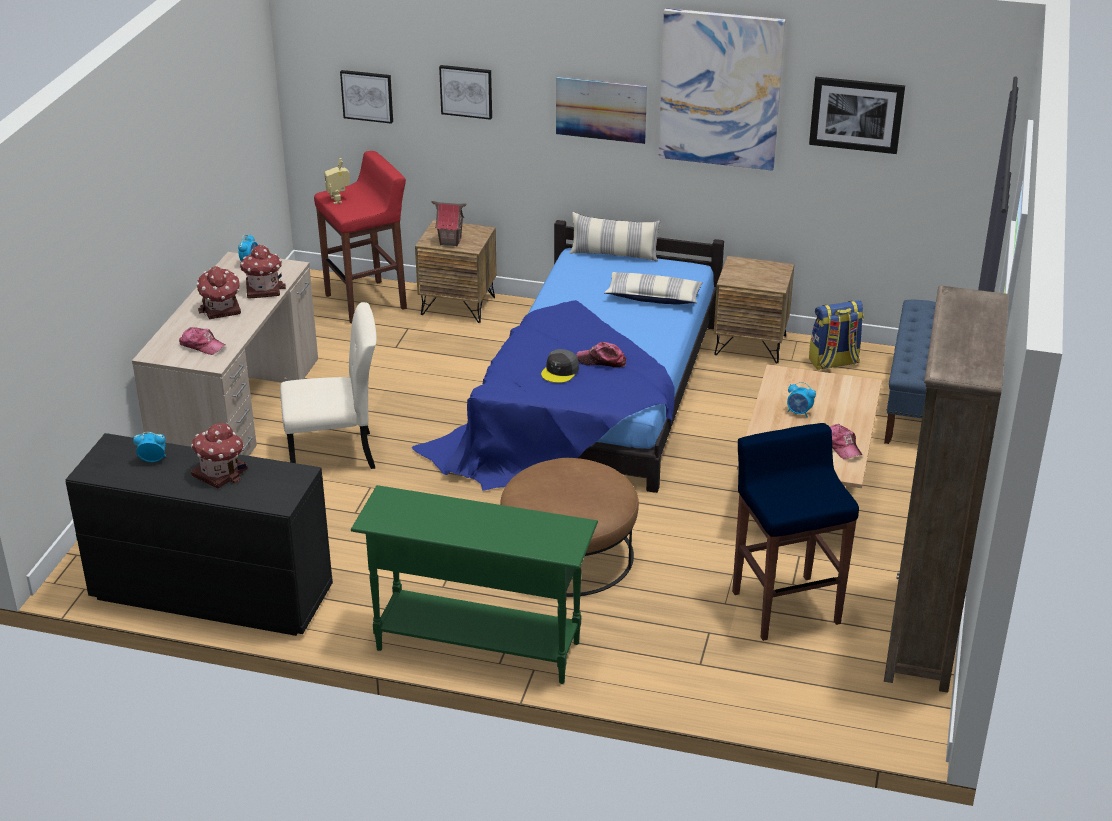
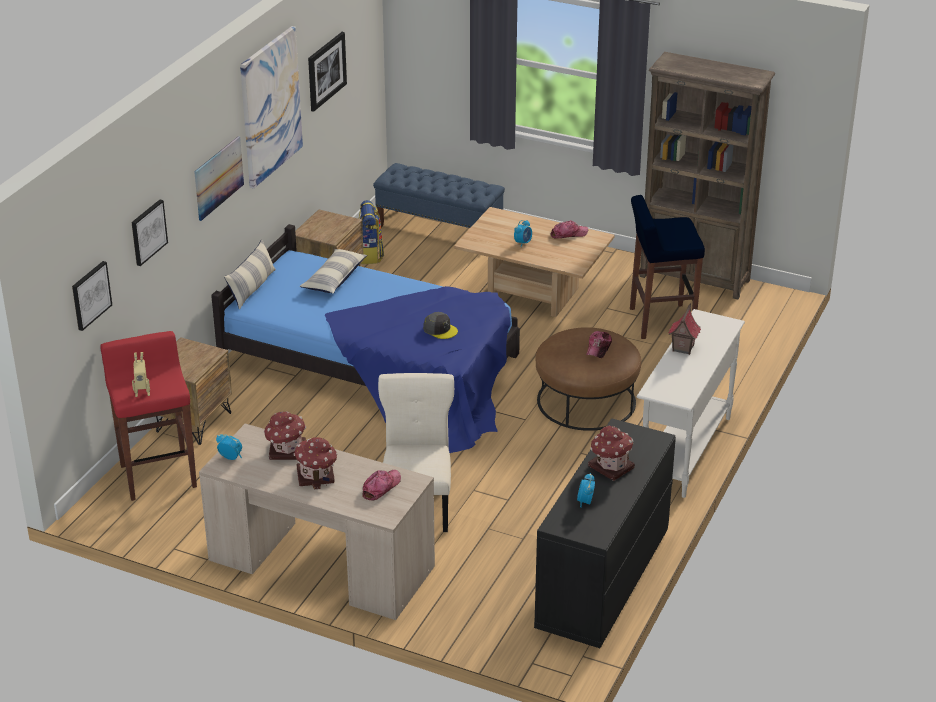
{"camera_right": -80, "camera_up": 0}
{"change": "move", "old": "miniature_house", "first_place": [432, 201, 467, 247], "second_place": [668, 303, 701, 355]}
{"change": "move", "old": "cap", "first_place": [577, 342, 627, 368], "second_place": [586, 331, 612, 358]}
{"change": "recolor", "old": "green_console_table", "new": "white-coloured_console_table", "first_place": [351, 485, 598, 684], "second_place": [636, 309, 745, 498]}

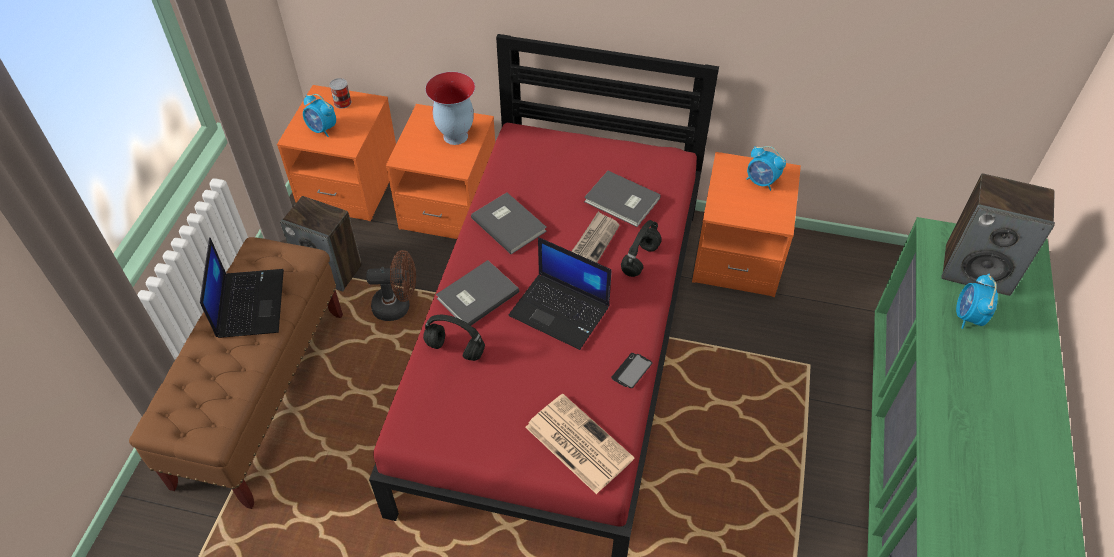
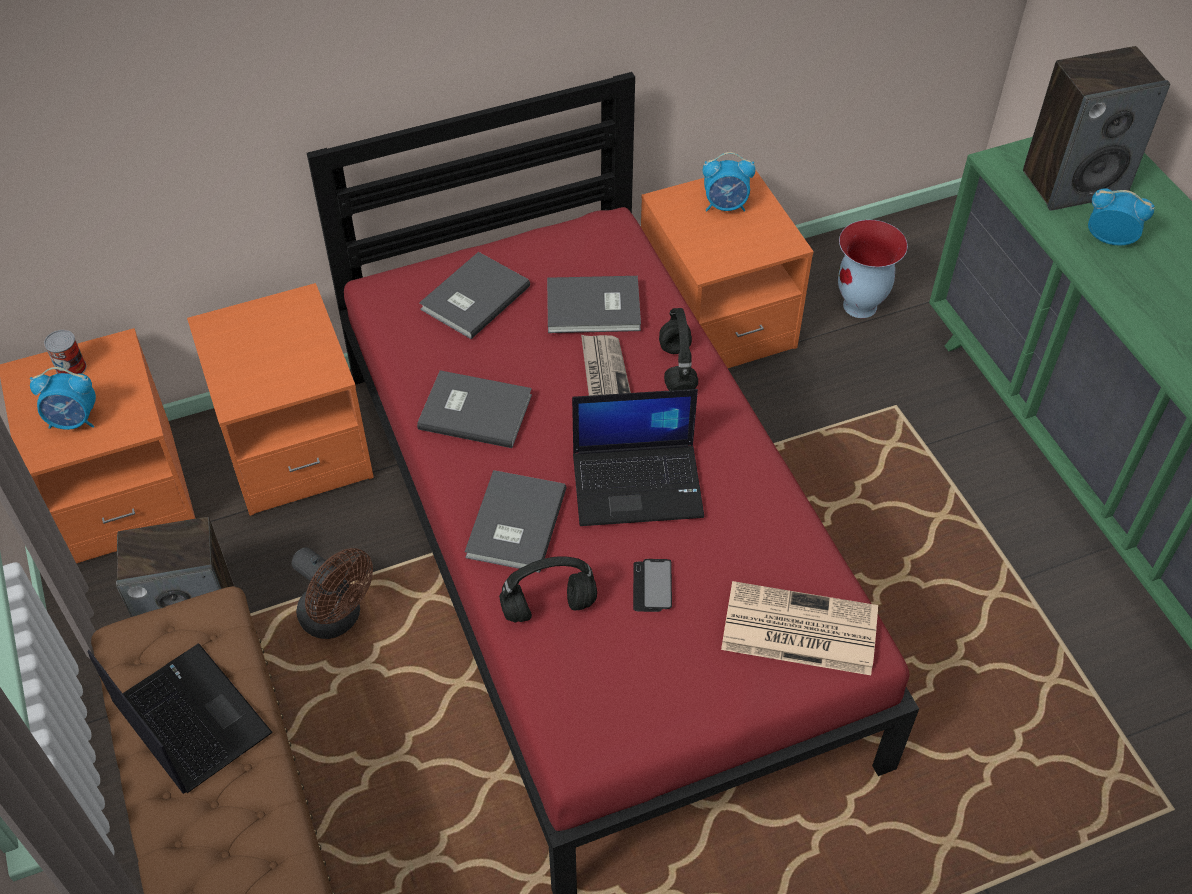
{"camera_right": -35, "camera_up": 0}
{"change": "insert", "new": "greyish_book", "second_place": [419, 252, 530, 339]}
{"change": "move", "old": "vase", "first_place": [425, 72, 475, 145], "second_place": [838, 220, 908, 318]}
{"change": "move", "old": "phone", "first_place": [611, 353, 652, 388], "second_place": [633, 559, 672, 612]}
{"change": "rotate", "old": "brown-coloured_fan", "first_place": [366, 250, 416, 321], "second_place": [291, 547, 373, 639], "degrees": 75}
{"change": "rotate", "old": "bedside_clock", "first_place": [956, 274, 998, 329], "second_place": [1088, 188, 1154, 246], "degrees": 135}

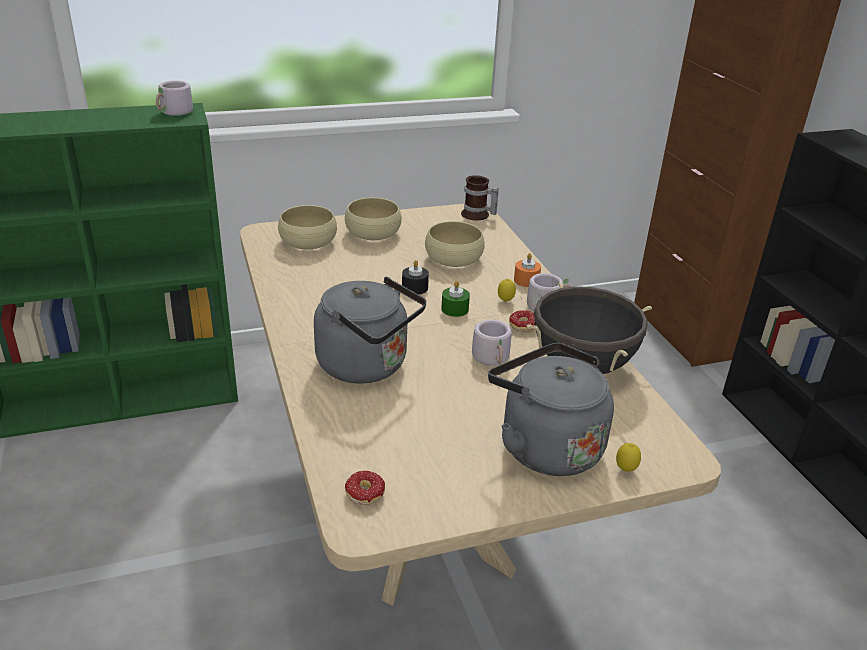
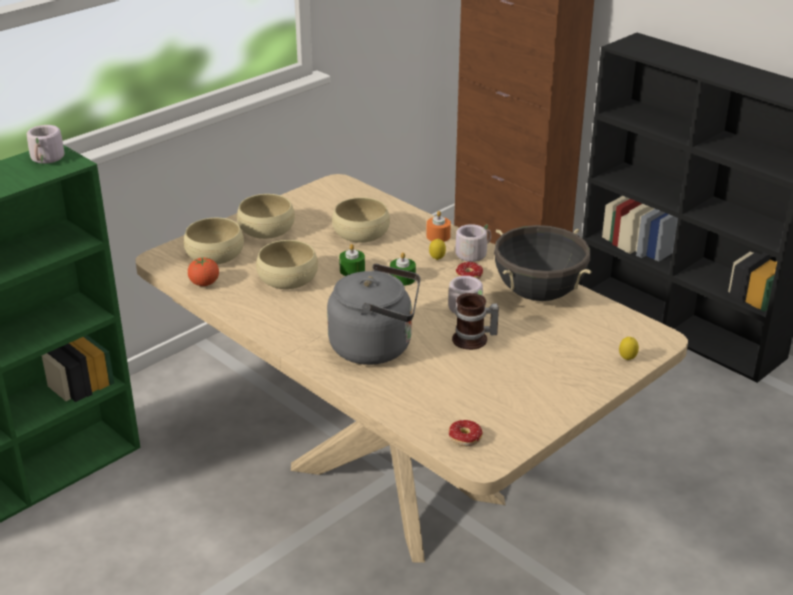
{"camera_right": -25, "camera_up": 0}
{"change": "delete", "old": "greyish_water_kettle", "first_place": [488, 343, 614, 476]}
{"change": "insert", "new": "tomato", "second_place": [188, 257, 219, 286]}
{"change": "insert", "new": "sand-coloured_bowl", "second_place": [256, 240, 318, 289]}
{"change": "move", "old": "mug", "first_place": [461, 175, 499, 221], "second_place": [452, 293, 499, 350]}
{"change": "recolor", "old": "black-coloured_wax_candle", "new": "green_wax_candle", "first_place": [402, 260, 429, 295], "second_place": [339, 244, 365, 276]}

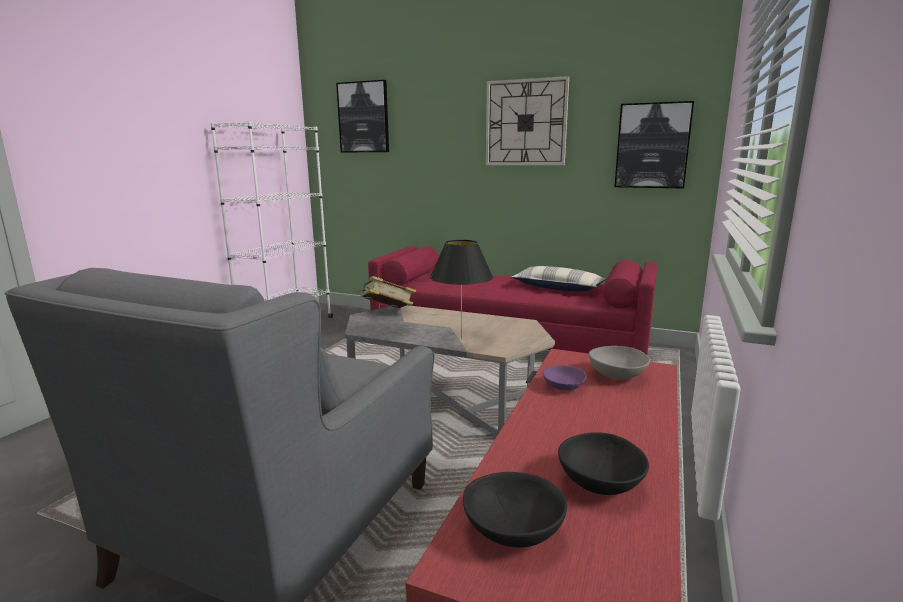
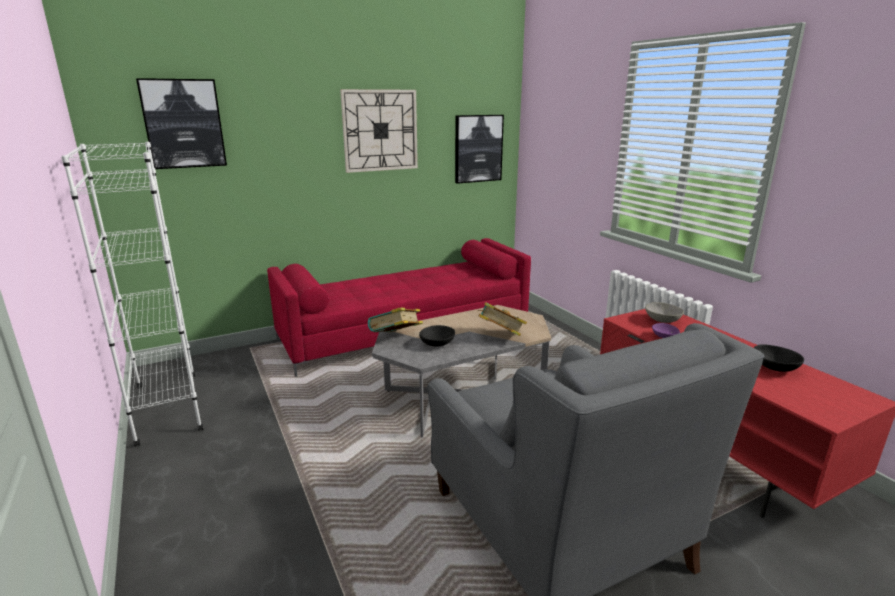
{"camera_right": -50, "camera_up": 5}
{"change": "delete", "old": "cushion", "first_place": [511, 266, 606, 292]}
{"change": "move", "old": "black-coloured_bowl", "first_place": [463, 472, 567, 547], "second_place": [419, 325, 455, 346]}
{"change": "replace", "old": "black-coloured_tabletop_lamp", "new": "book", "first_place": [430, 240, 493, 340], "second_place": [478, 302, 527, 336]}

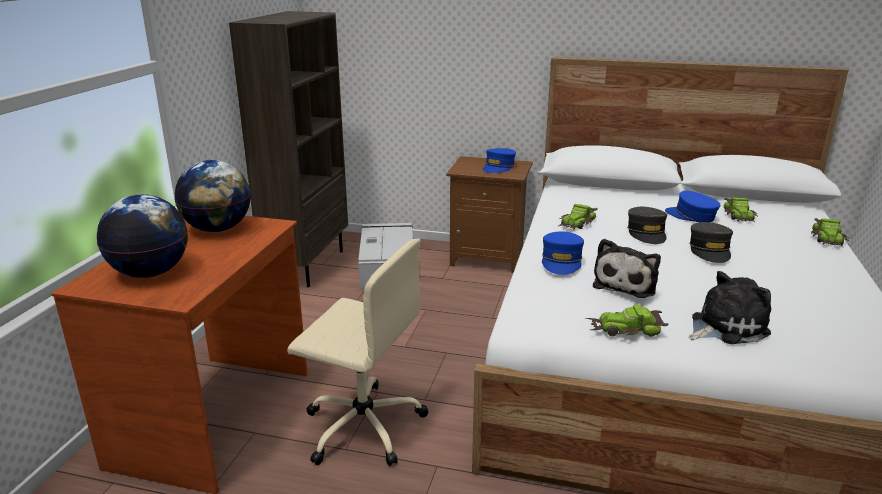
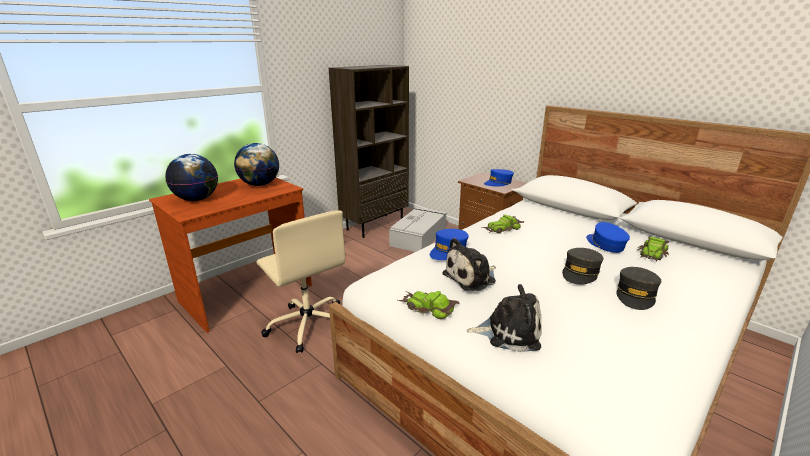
{"camera_right": 30, "camera_up": 0}
{"change": "delete", "old": "miniature_car", "first_place": [811, 218, 849, 247]}
{"change": "move", "old": "greyish_cap", "first_place": [627, 207, 667, 244], "second_place": [616, 267, 661, 310]}

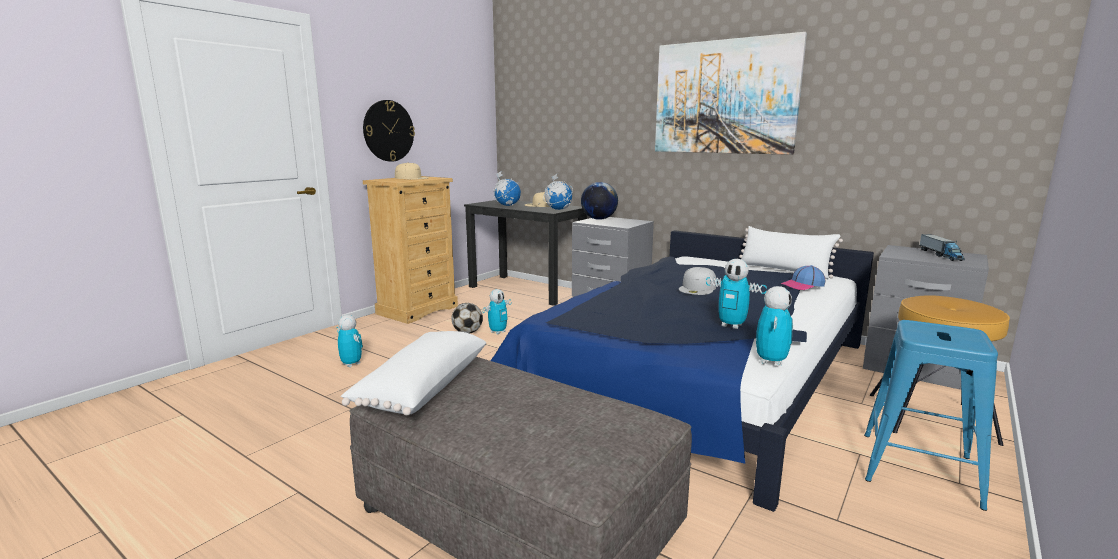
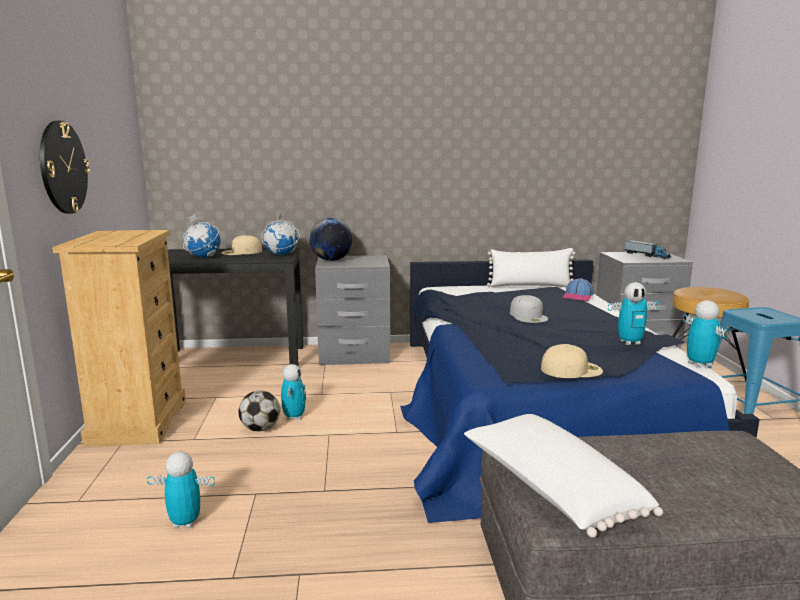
{"camera_right": -40, "camera_up": 0}
{"change": "delete", "old": "wall_art", "first_place": [655, 32, 807, 155]}
{"change": "move", "old": "sand-coloured_cap", "first_place": [395, 162, 429, 180], "second_place": [541, 344, 603, 378]}

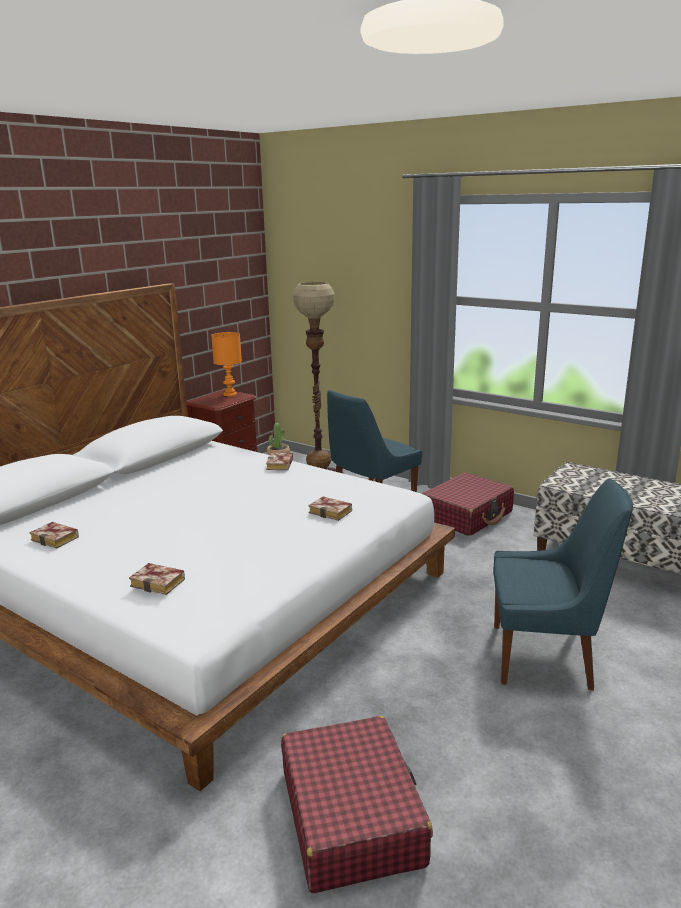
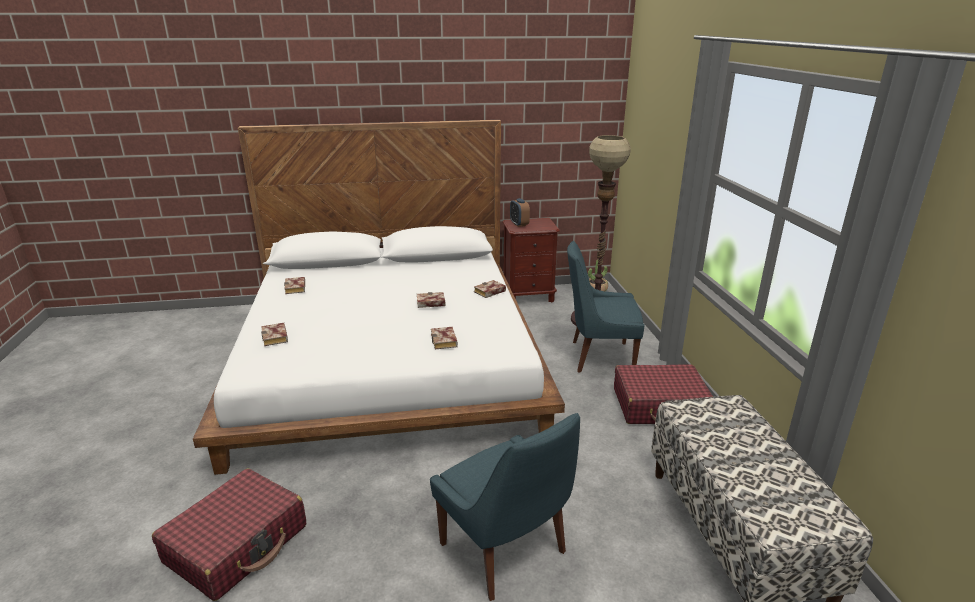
{"camera_right": 45, "camera_up": 5}
{"change": "delete", "old": "orange_tabletop_lamp", "first_place": [211, 332, 242, 396]}
{"change": "insert", "new": "book", "second_place": [417, 292, 446, 308]}
{"change": "insert", "new": "bedside_clock", "second_place": [510, 198, 530, 227]}

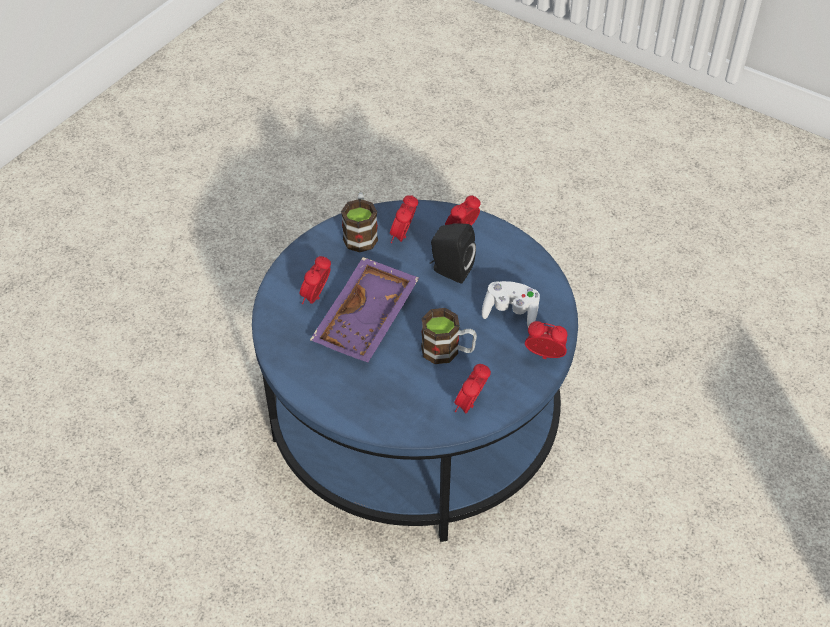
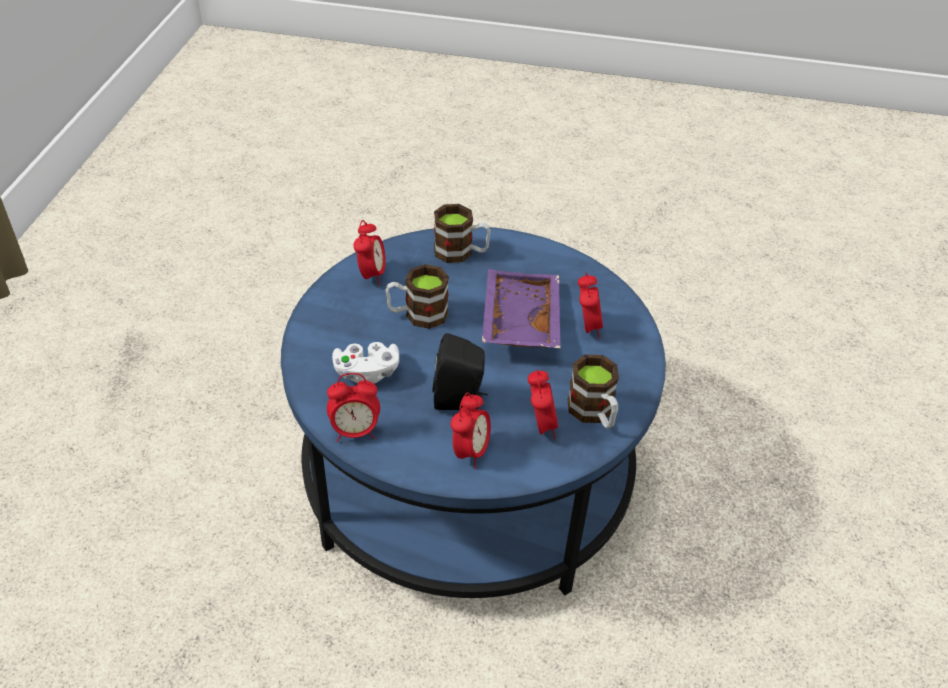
{"camera_right": 155, "camera_up": -5}
{"change": "insert", "new": "mug", "second_place": [434, 204, 491, 263]}
{"change": "move", "old": "bedside_clock", "first_place": [525, 321, 567, 359], "second_place": [327, 373, 380, 442]}

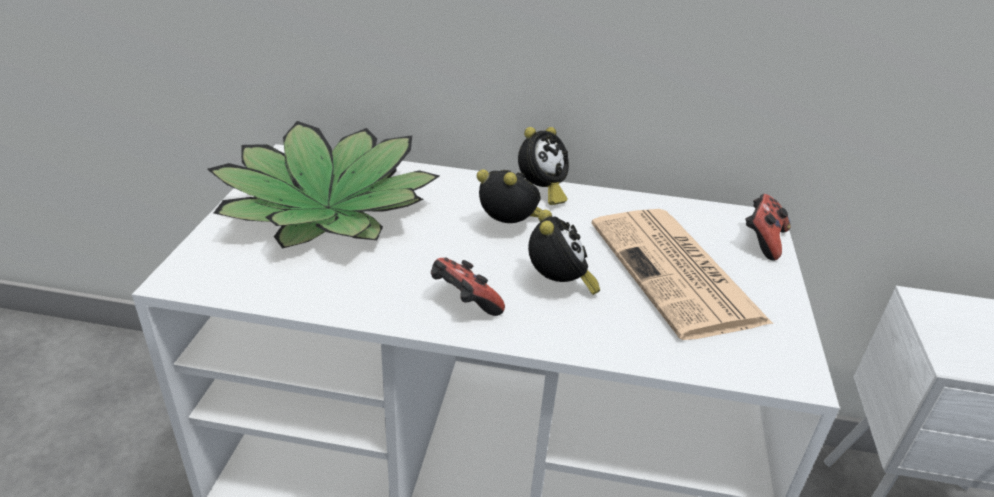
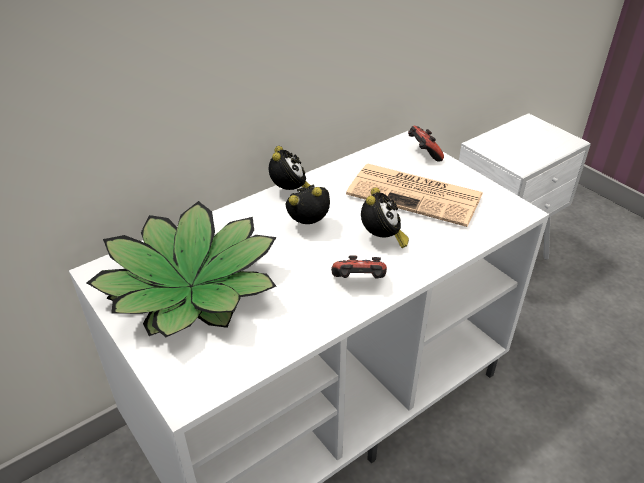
{"camera_right": -45, "camera_up": 5}
{"change": "rotate", "old": "bedside_clock", "first_place": [528, 210, 600, 295], "second_place": [361, 187, 409, 248], "degrees": 60}

